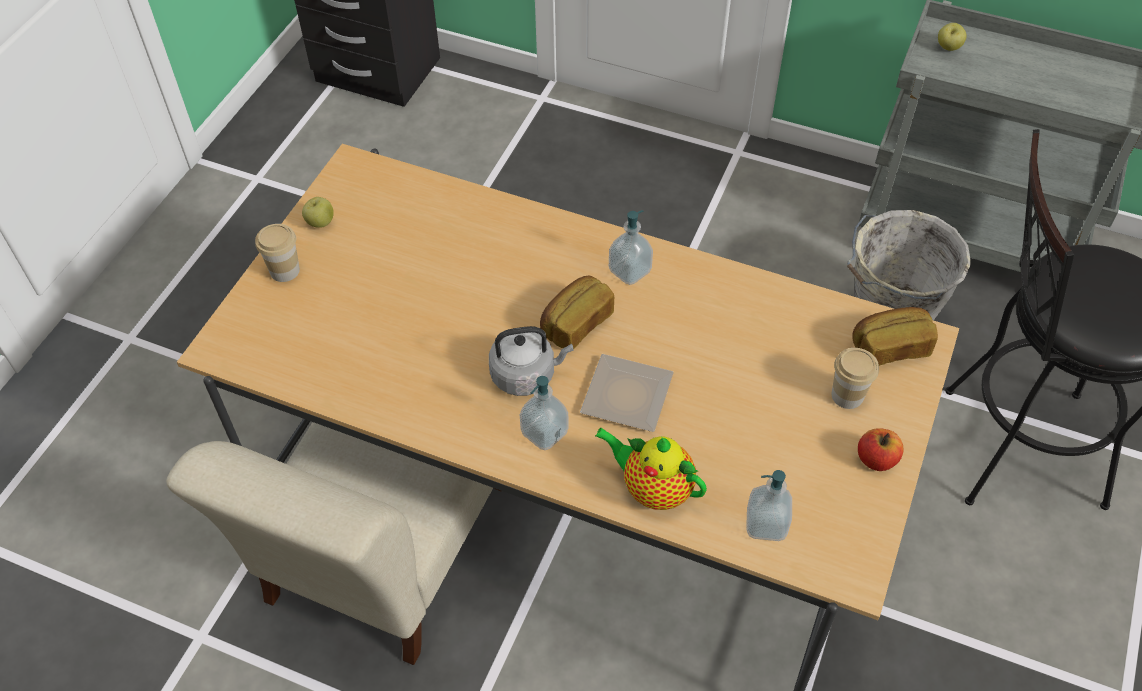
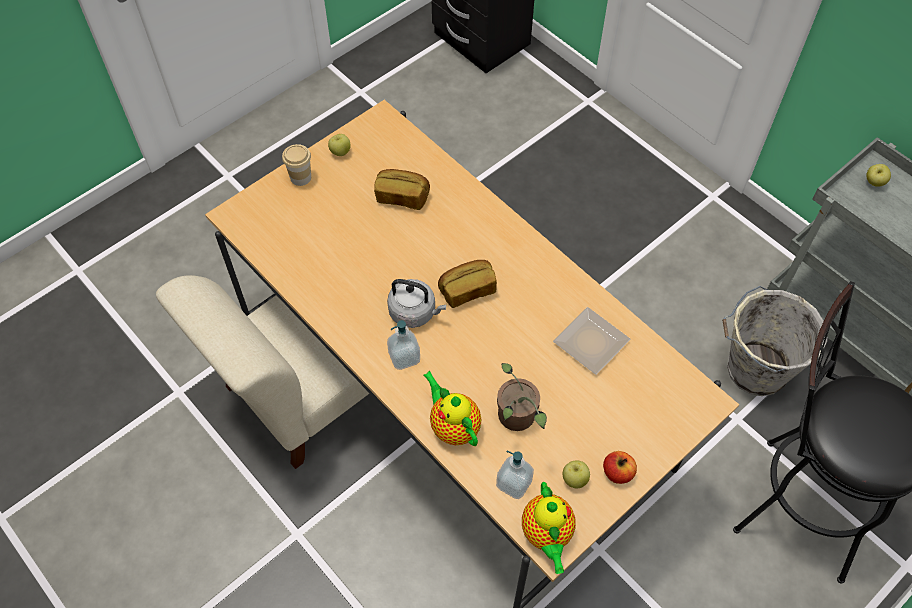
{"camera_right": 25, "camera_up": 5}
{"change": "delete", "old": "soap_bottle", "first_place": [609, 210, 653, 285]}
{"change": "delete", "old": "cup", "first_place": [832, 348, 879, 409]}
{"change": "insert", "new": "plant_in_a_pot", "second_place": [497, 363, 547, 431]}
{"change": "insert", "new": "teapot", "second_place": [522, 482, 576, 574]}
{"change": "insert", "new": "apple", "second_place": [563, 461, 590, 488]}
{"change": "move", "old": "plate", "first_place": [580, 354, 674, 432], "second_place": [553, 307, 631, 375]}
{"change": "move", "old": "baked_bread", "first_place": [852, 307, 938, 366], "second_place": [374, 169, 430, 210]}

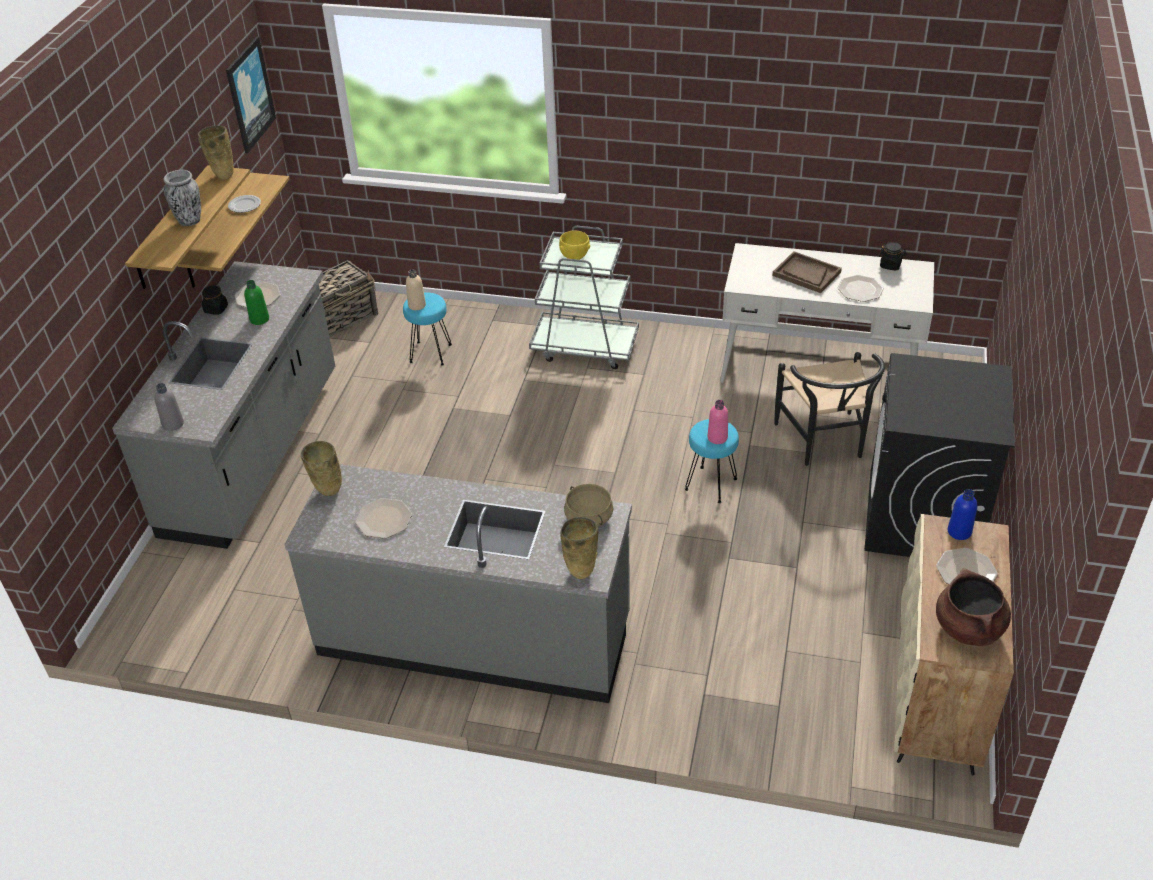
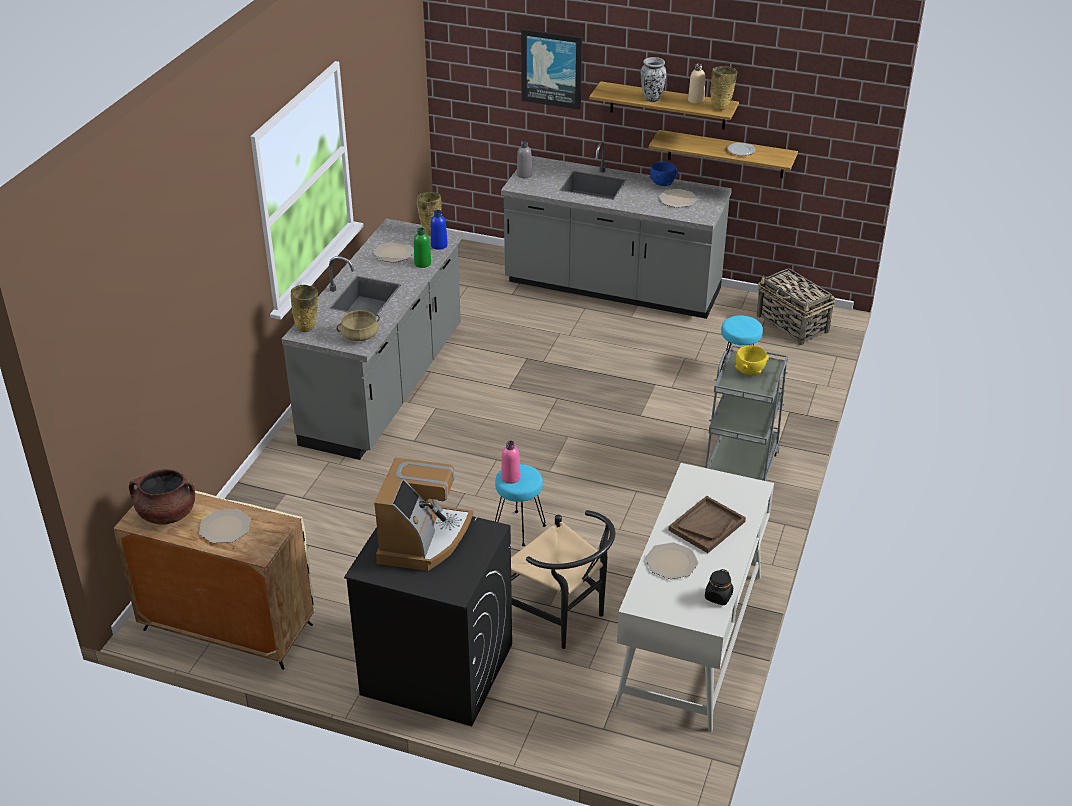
{"camera_right": 95, "camera_up": -5}
{"change": "insert", "new": "coffee_maker", "second_place": [374, 458, 473, 571]}
{"change": "move", "old": "wall_art", "first_place": [226, 37, 276, 153], "second_place": [521, 29, 582, 110]}
{"change": "move", "old": "green_drink_bottle", "first_place": [244, 280, 269, 325], "second_place": [414, 227, 431, 268]}
{"change": "move", "old": "sand-coloured_drink_bottle", "first_place": [406, 269, 426, 310], "second_place": [688, 64, 705, 104]}
{"change": "move", "old": "blue_drink_bottle", "first_place": [948, 489, 977, 540], "second_place": [431, 210, 448, 250]}
{"change": "replace", "old": "black-coloured_jar", "new": "blue_bowl", "first_place": [202, 285, 228, 315], "second_place": [650, 161, 678, 186]}
{"change": "rotate", "old": "black-coloured_plain_chair", "first_place": [774, 352, 885, 466], "second_place": [511, 510, 615, 649], "degrees": -135}

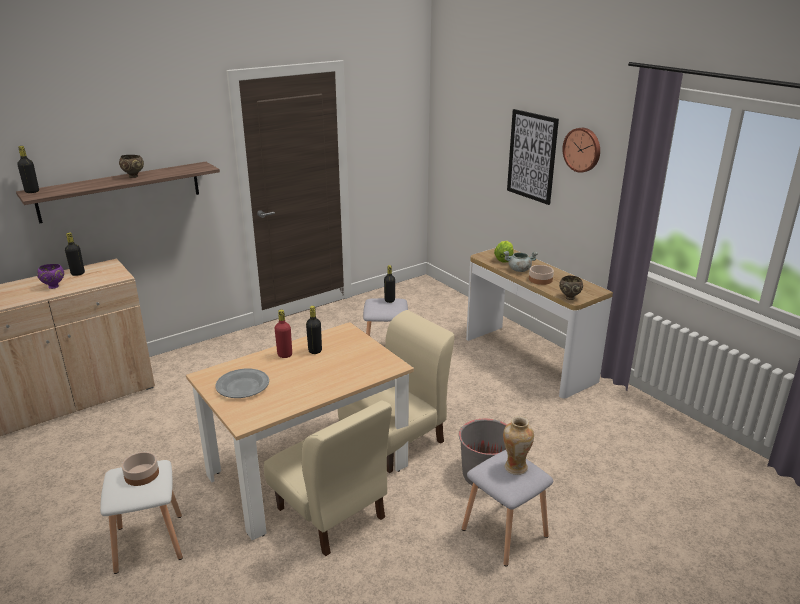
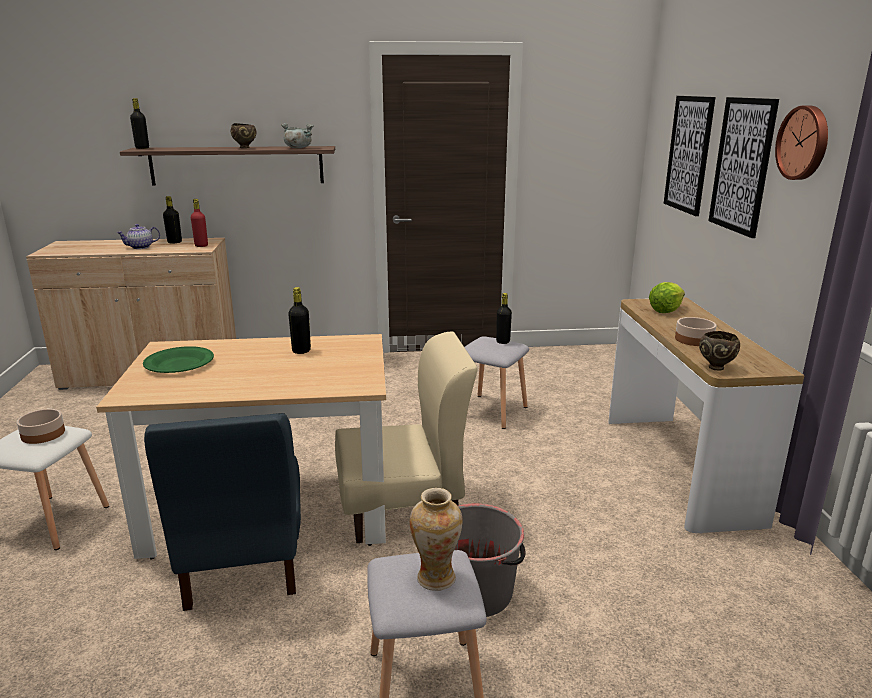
{"camera_right": 30, "camera_up": -5}
{"change": "insert", "new": "wall_art", "second_place": [664, 96, 716, 216]}
{"change": "move", "old": "red-coloured_drink_bottle", "first_place": [275, 310, 292, 358], "second_place": [191, 199, 208, 247]}
{"change": "move", "old": "greyish_stockpot", "first_place": [503, 251, 538, 272], "second_place": [281, 123, 314, 148]}
{"change": "replace", "old": "purple-coloured_bowl", "new": "teapot", "first_place": [37, 264, 64, 289], "second_place": [116, 224, 160, 249]}
{"change": "recolor", "old": "greyish_plate", "new": "green_plate", "first_place": [215, 369, 269, 398], "second_place": [143, 346, 214, 373]}
{"change": "recolor", "old": "sand-coloured_plain_chair", "new": "blue_plain_chair", "first_place": [264, 400, 392, 556], "second_place": [144, 413, 301, 611]}

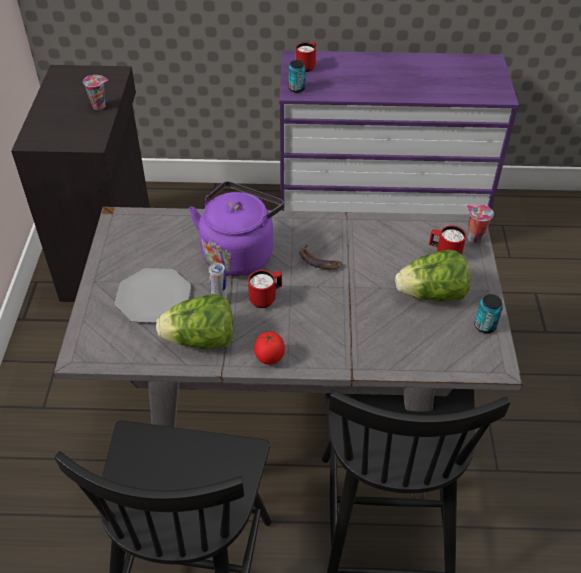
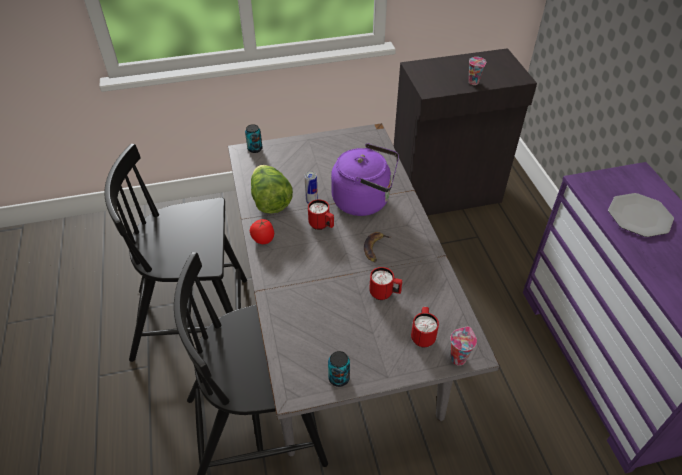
{"camera_right": 75, "camera_up": 0}
{"change": "delete", "old": "lettuce_head", "first_place": [395, 249, 470, 302]}
{"change": "move", "old": "plate", "first_place": [115, 268, 191, 323], "second_place": [608, 193, 674, 237]}
{"change": "move", "old": "metal_can", "first_place": [289, 60, 306, 93], "second_place": [245, 124, 263, 153]}
{"change": "move", "old": "red-coloured_mug", "first_place": [296, 42, 316, 72], "second_place": [369, 267, 402, 300]}

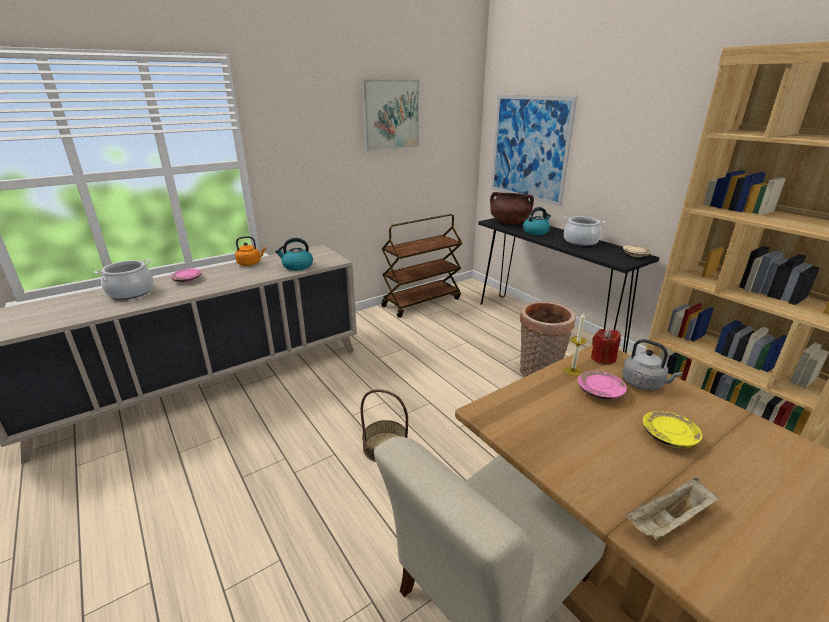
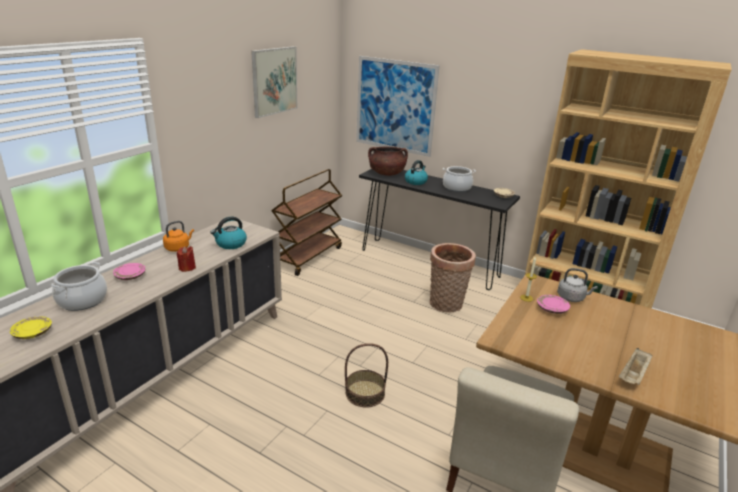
{"camera_right": -25, "camera_up": 0}
{"change": "move", "old": "red-coloured_wax_candle", "first_place": [591, 329, 621, 365], "second_place": [177, 246, 196, 272]}
{"change": "move", "old": "yellowish_plate", "first_place": [643, 411, 702, 448], "second_place": [10, 316, 52, 339]}

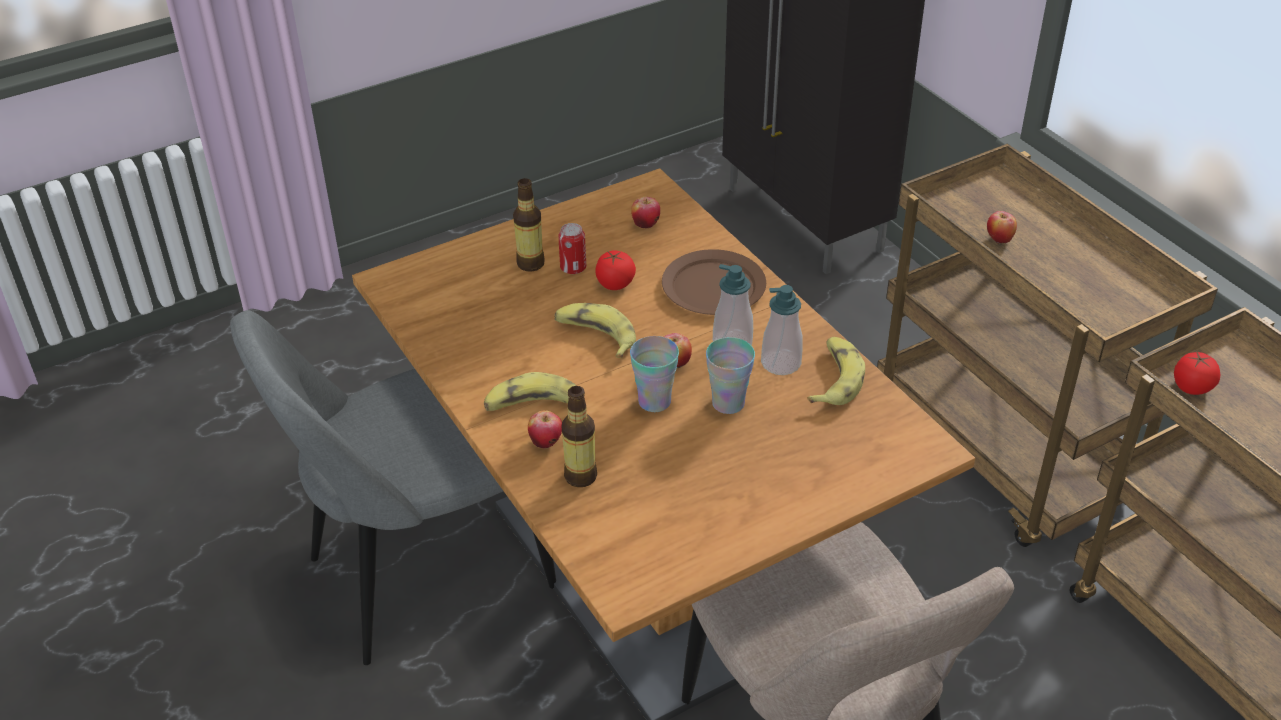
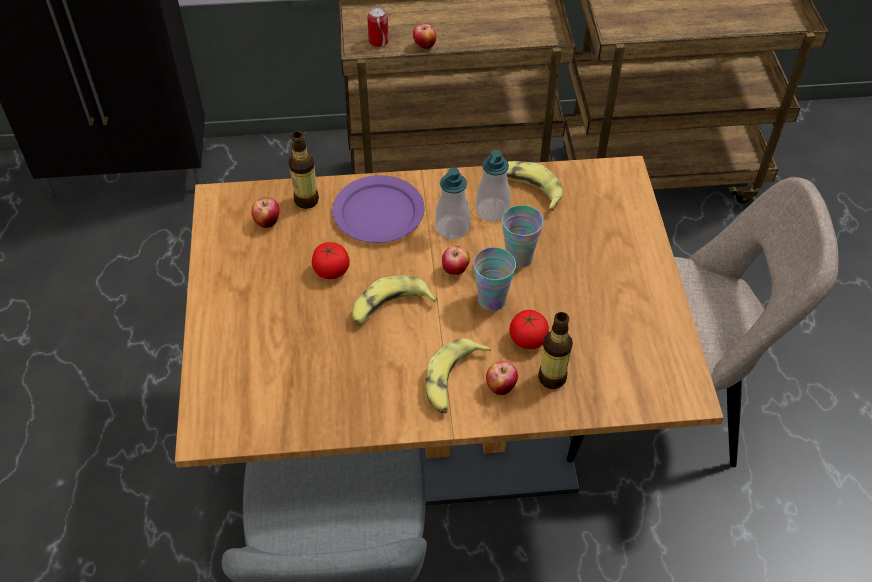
{"camera_right": -65, "camera_up": 10}
{"change": "move", "old": "drink_bottle", "first_place": [513, 178, 545, 272], "second_place": [289, 132, 319, 209]}
{"change": "move", "old": "metal_can", "first_place": [559, 223, 586, 274], "second_place": [367, 7, 389, 47]}
{"change": "move", "old": "tomato", "first_place": [1174, 351, 1220, 395], "second_place": [509, 310, 549, 349]}
{"change": "recolor", "old": "brown-coloured_plate", "new": "purple-coloured_plate", "first_place": [662, 249, 766, 315], "second_place": [332, 175, 425, 243]}

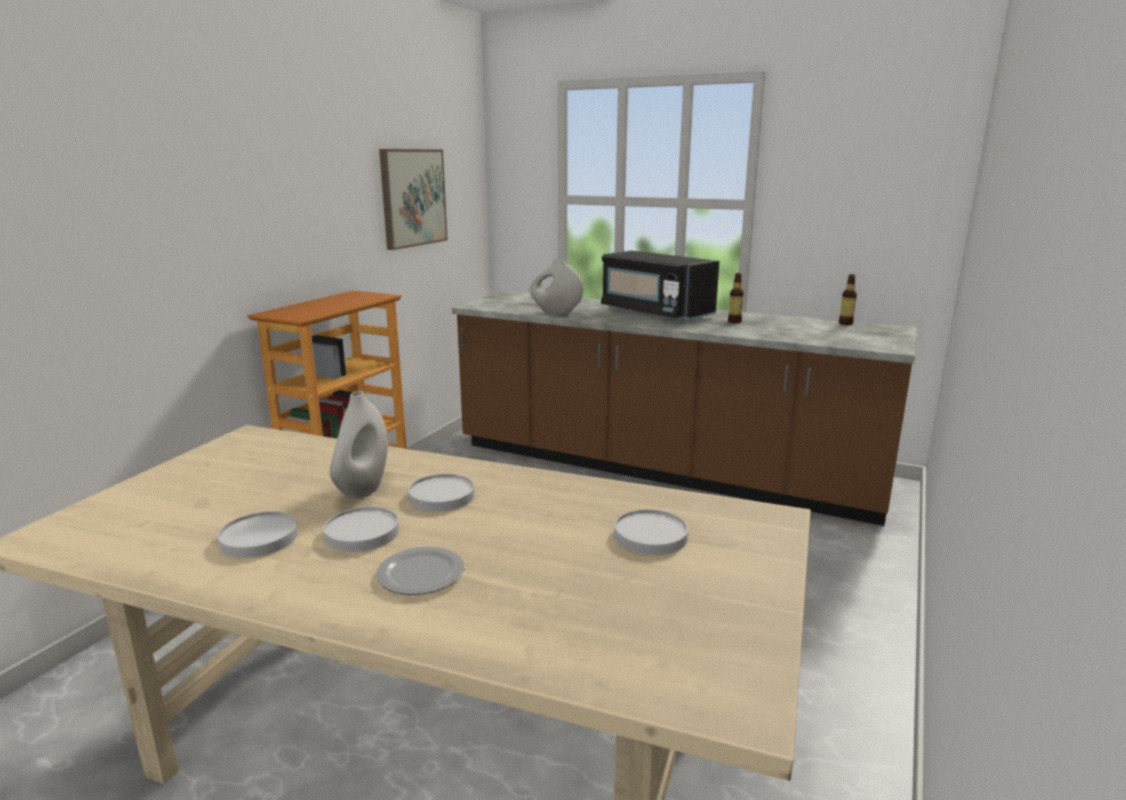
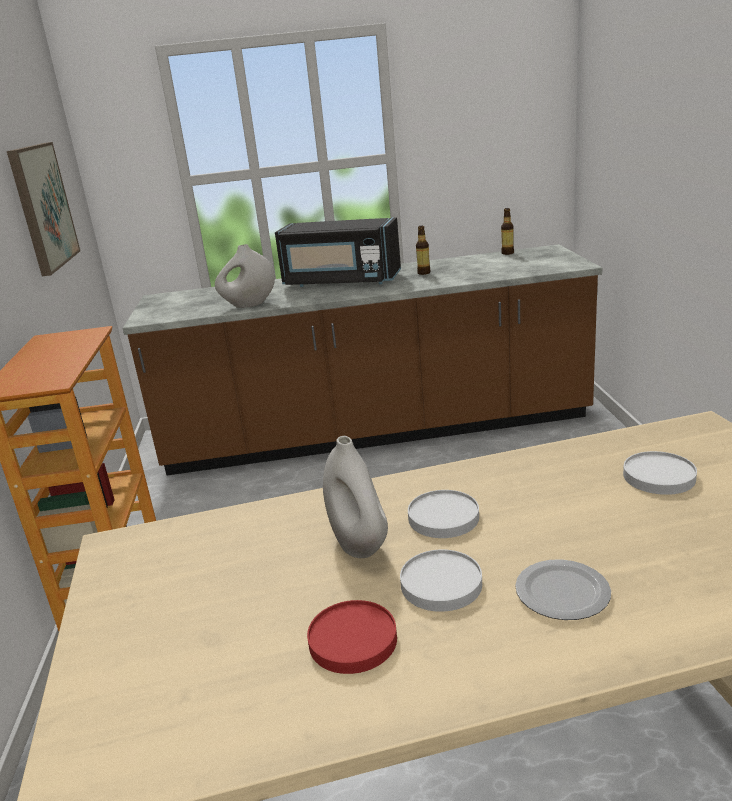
{"camera_right": -30, "camera_up": 5}
{"change": "recolor", "old": "white-coloured_plate", "new": "red-coloured_plate", "first_place": [217, 511, 298, 558], "second_place": [307, 600, 397, 674]}

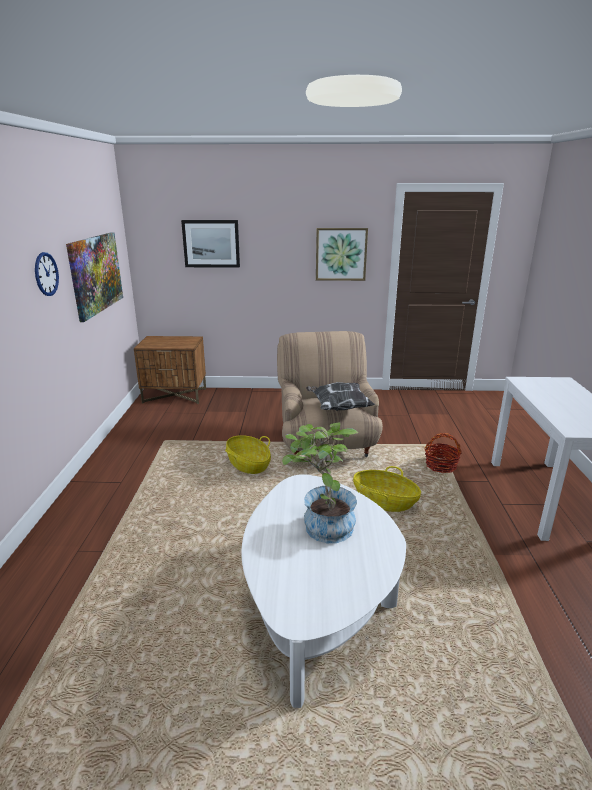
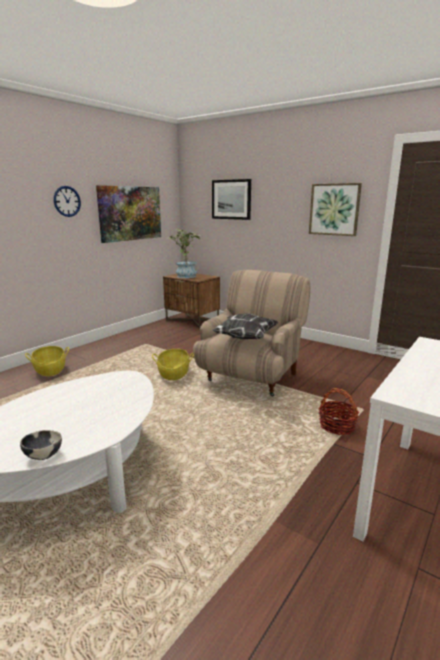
{"camera_right": 35, "camera_up": -5}
{"change": "insert", "new": "bowl", "second_place": [20, 430, 62, 460]}
{"change": "move", "old": "plant_in_a_pot", "first_place": [282, 422, 358, 543], "second_place": [168, 229, 200, 278]}
{"change": "move", "old": "basket", "first_place": [353, 466, 421, 512], "second_place": [25, 346, 69, 376]}

